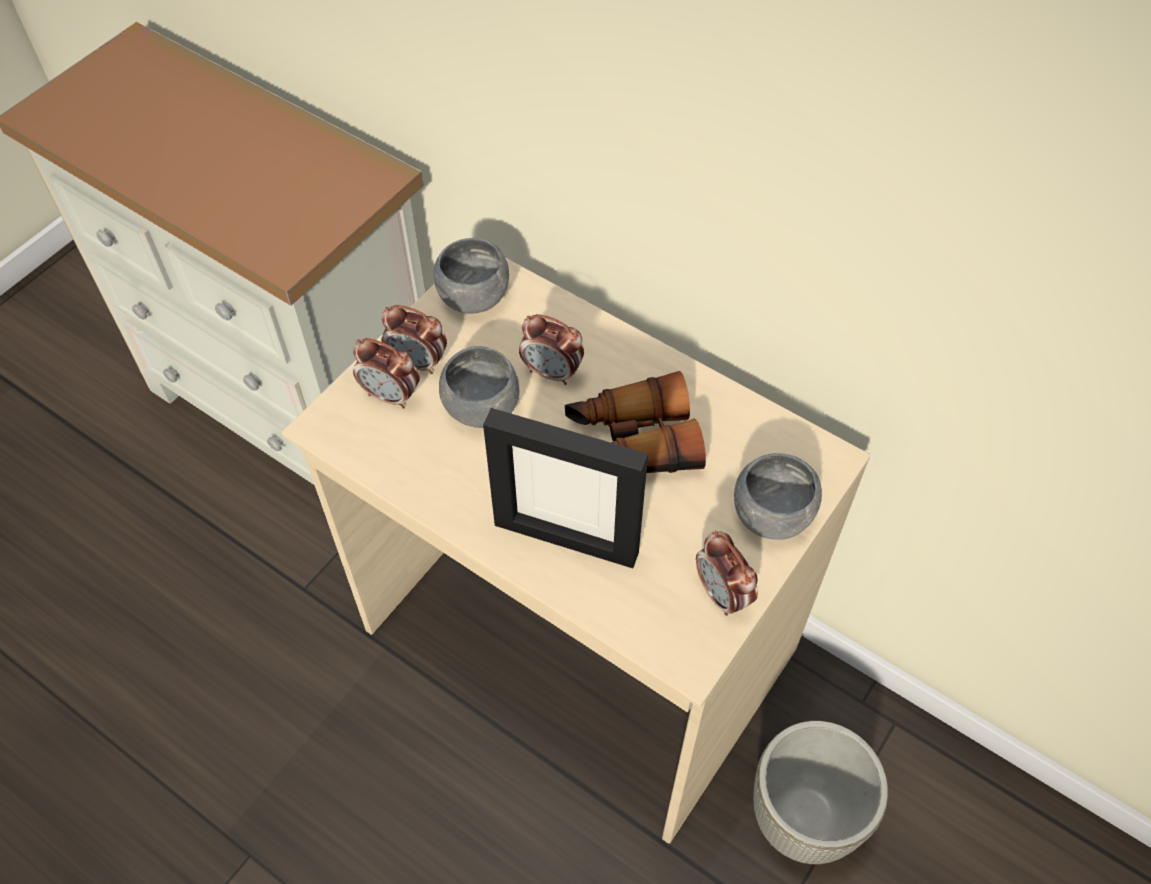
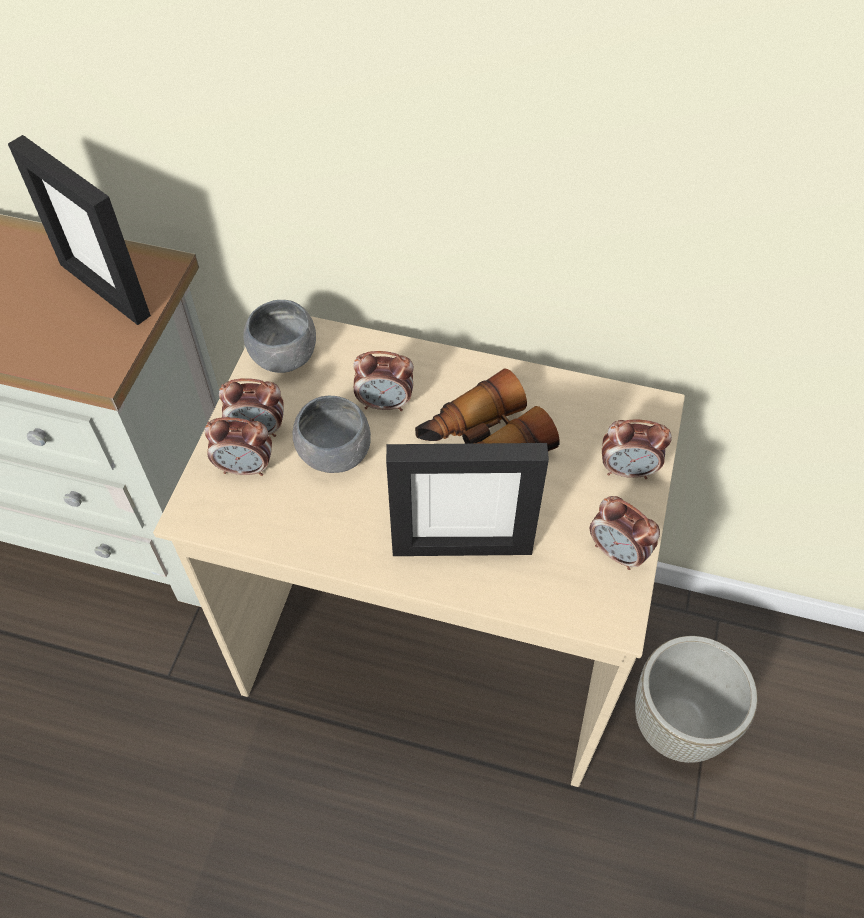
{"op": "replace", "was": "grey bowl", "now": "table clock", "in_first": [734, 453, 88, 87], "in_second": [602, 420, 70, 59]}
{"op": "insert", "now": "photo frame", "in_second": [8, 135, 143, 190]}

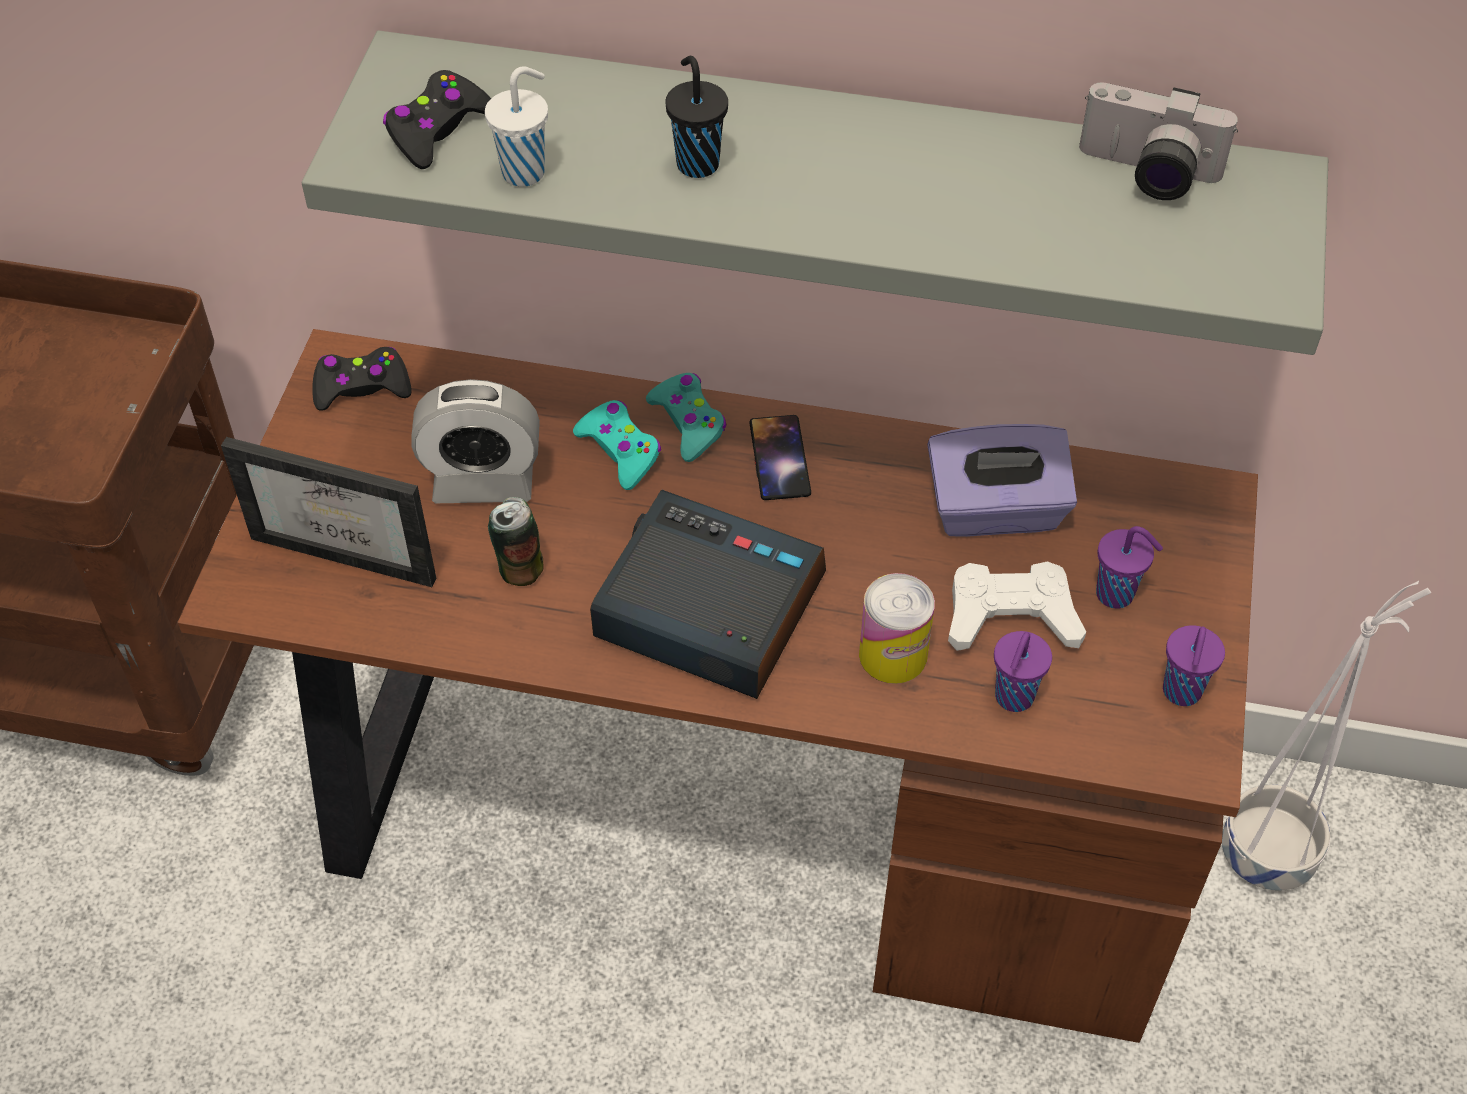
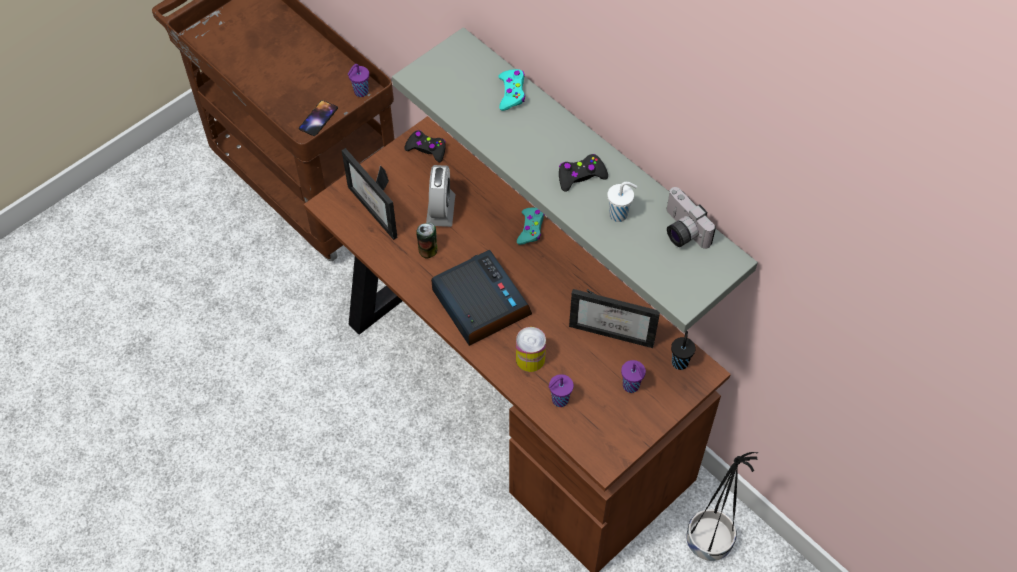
{"op": "move", "was": "blackish small cup", "in_first": [665, 56, 63, 122], "in_second": [671, 331, 25, 39]}
{"op": "move", "was": "whitish small cup", "in_first": [485, 66, 63, 121], "in_second": [607, 182, 30, 40]}
{"op": "move", "was": "blackish game controller", "in_first": [383, 70, 108, 99], "in_second": [559, 154, 49, 38]}
{"op": "rotate", "was": "table clock", "in_first": [411, 379, 129, 124], "in_second": [426, 165, 29, 62], "clockwise": -120}
{"op": "move", "was": "turquoise-coloured game controller", "in_first": [573, 400, 88, 90], "in_second": [498, 69, 27, 42]}
{"op": "move", "was": "telephone", "in_first": [749, 415, 62, 85], "in_second": [299, 100, 39, 36]}
{"op": "replace", "was": "purplish box of tissues", "now": "photo frame", "in_first": [927, 424, 150, 113], "in_second": [569, 289, 91, 59]}
{"op": "delete", "was": "whitish game controller", "in_first": [948, 561, 138, 90]}
{"op": "recolor", "was": "whitish plant pot", "now": "blackish plant pot", "in_first": [1222, 581, 209, 310], "in_second": [686, 452, 73, 109]}
{"op": "move", "was": "purplish small cup", "in_first": [1163, 625, 62, 81], "in_second": [348, 64, 21, 33]}

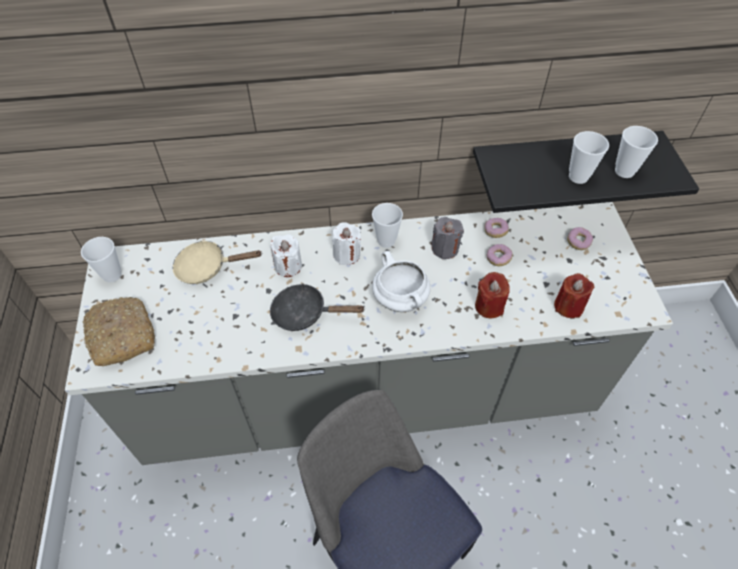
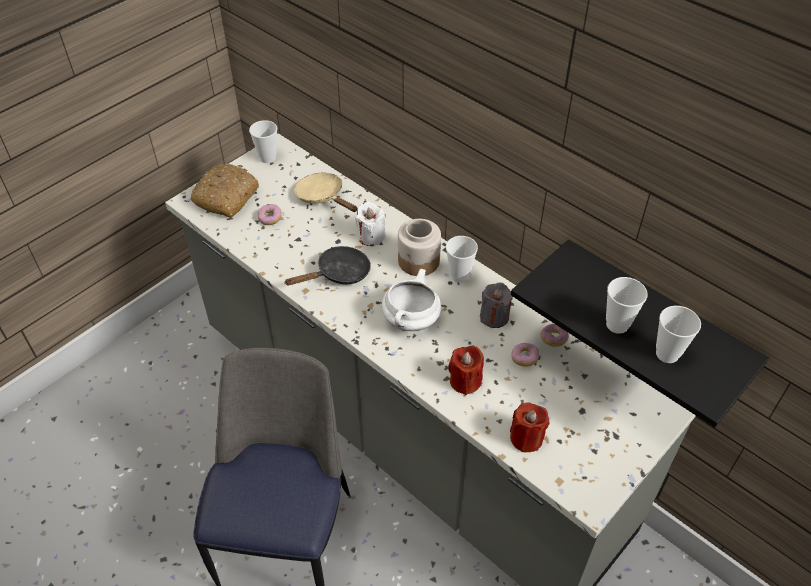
{"op": "replace", "was": "whitish candle", "now": "storage jar", "in_first": [332, 222, 29, 43], "in_second": [398, 219, 43, 57]}
{"op": "move", "was": "donut", "in_first": [567, 227, 26, 23], "in_second": [258, 204, 24, 21]}
{"op": "rotate", "was": "blackish frying pan", "in_first": [270, 283, 95, 48], "in_second": [284, 246, 87, 40], "clockwise": 90}

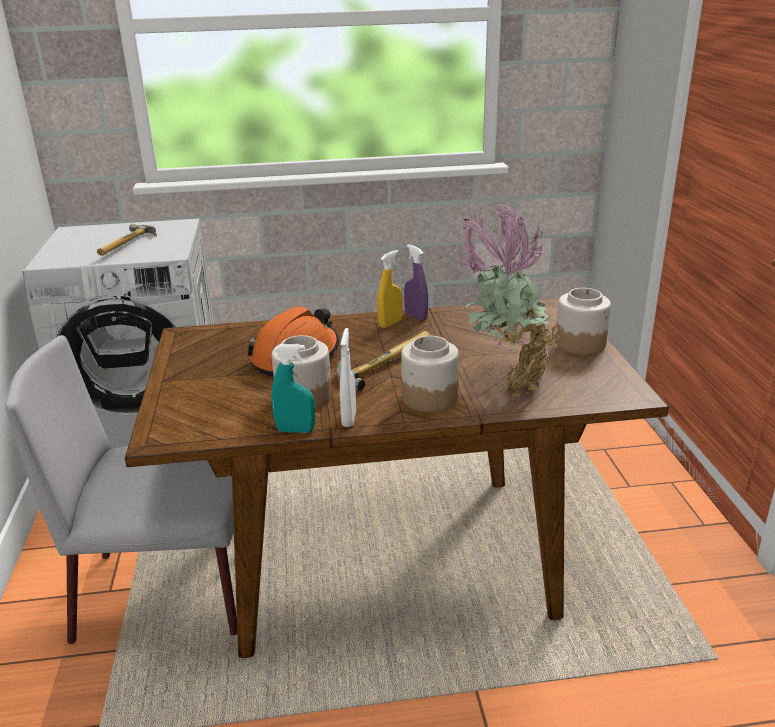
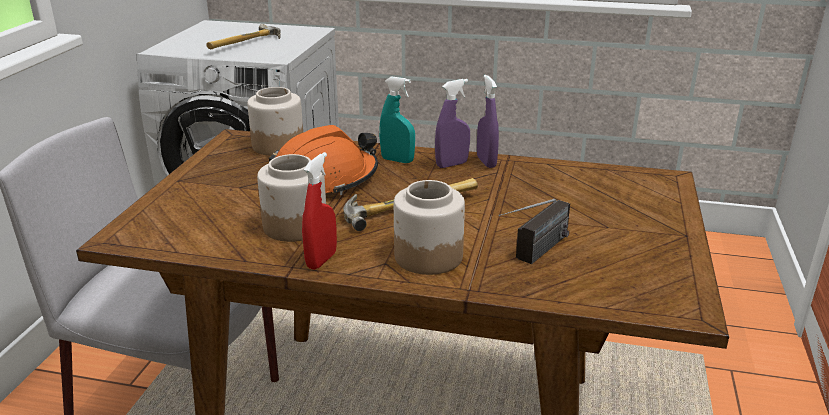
{"op": "replace", "was": "plant in a pot", "now": "radio receiver", "in_first": [454, 203, 111, 193], "in_second": [499, 199, 71, 65]}
{"op": "recolor", "was": "yellowish spray bottle", "now": "purplish spray bottle", "in_first": [377, 250, 26, 78], "in_second": [435, 79, 35, 89]}
{"op": "move", "was": "storage jar", "in_first": [555, 288, 56, 67], "in_second": [247, 87, 56, 69]}
{"op": "recolor", "was": "whitish spray bottle", "now": "red-coloured spray bottle", "in_first": [340, 328, 16, 99], "in_second": [302, 152, 35, 118]}
{"op": "move", "was": "turquoise-coloured spray bottle", "in_first": [271, 344, 44, 89], "in_second": [379, 76, 36, 87]}

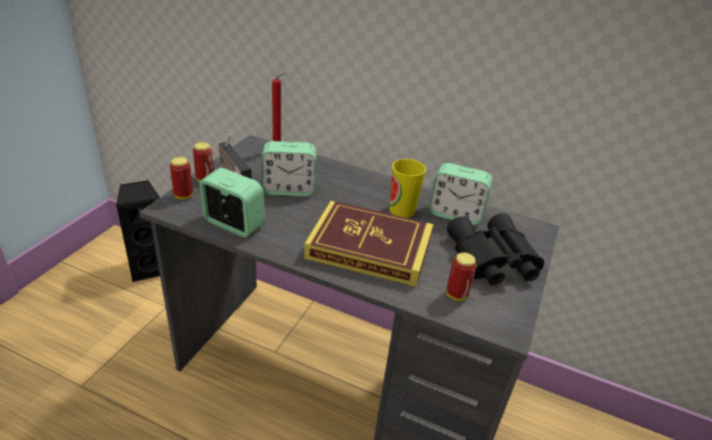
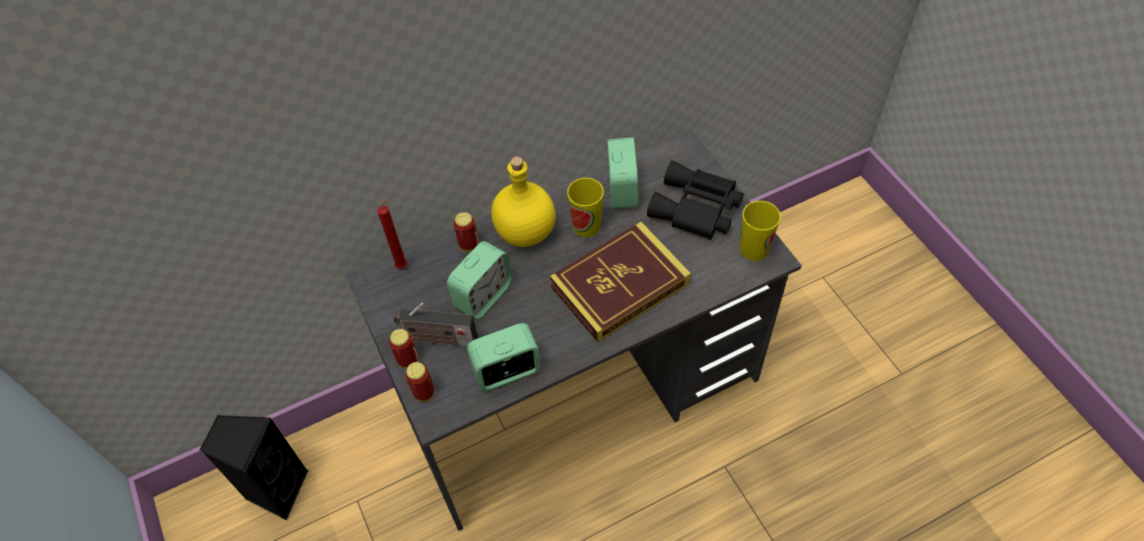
{"op": "rotate", "was": "table clock", "in_first": [429, 163, 64, 62], "in_second": [607, 137, 32, 72], "clockwise": -60}
{"op": "move", "was": "can", "in_first": [446, 252, 31, 49], "in_second": [454, 212, 25, 40]}
{"op": "insert", "now": "yellowish beverage bottle", "in_second": [491, 156, 65, 91]}
{"op": "insert", "now": "small cup", "in_second": [740, 201, 41, 60]}

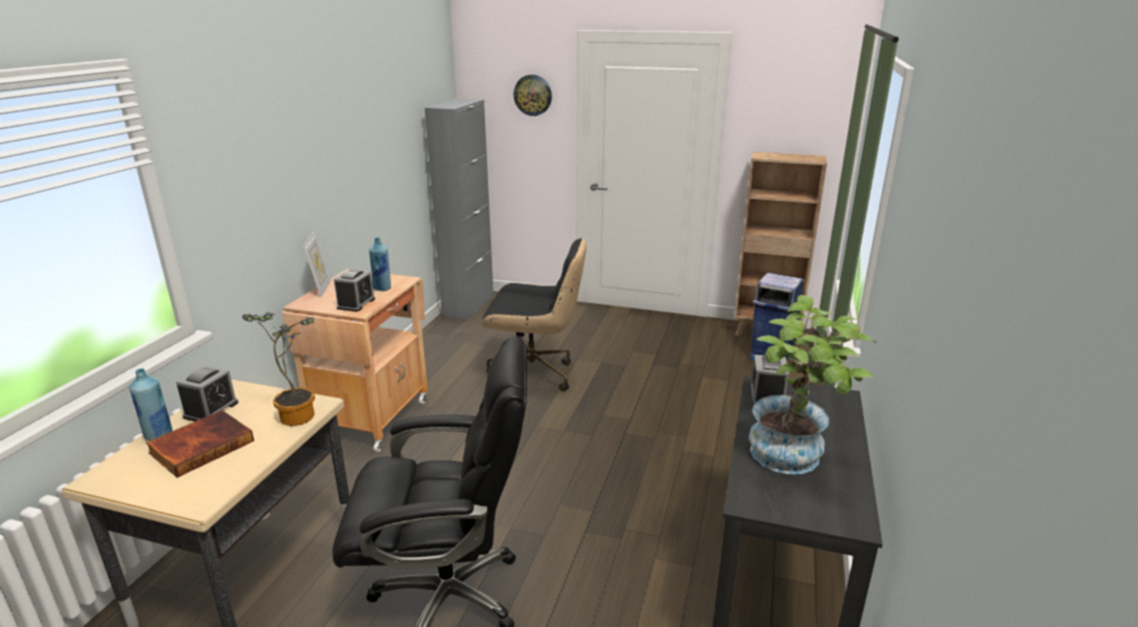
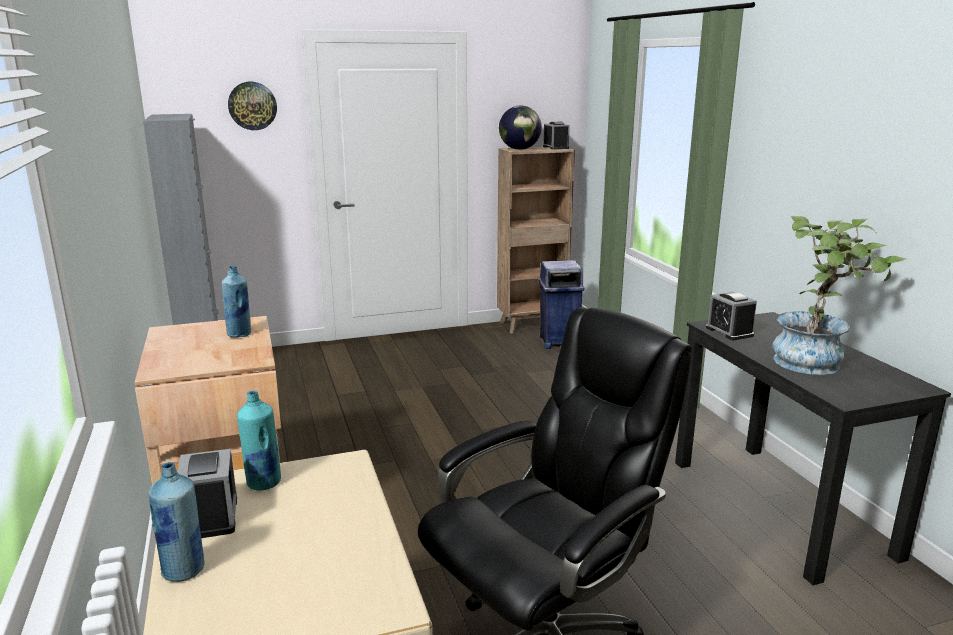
{"op": "delete", "was": "photo frame", "in_first": [303, 233, 28, 64]}
{"op": "delete", "was": "blackish desk chair", "in_first": [481, 238, 105, 154]}
{"op": "move", "was": "table clock", "in_first": [334, 269, 41, 43], "in_second": [543, 122, 27, 27]}
{"op": "delete", "was": "plant in a pot", "in_first": [242, 312, 73, 114]}
{"op": "delete", "was": "book", "in_first": [146, 410, 108, 68]}
{"op": "insert", "now": "world globe", "in_second": [499, 106, 43, 44]}
{"op": "insert", "now": "turquoise-coloured beverage bottle", "in_second": [237, 390, 44, 101]}

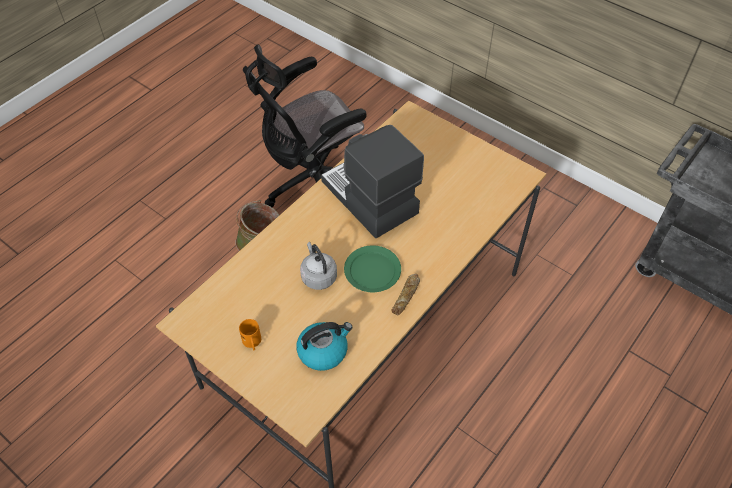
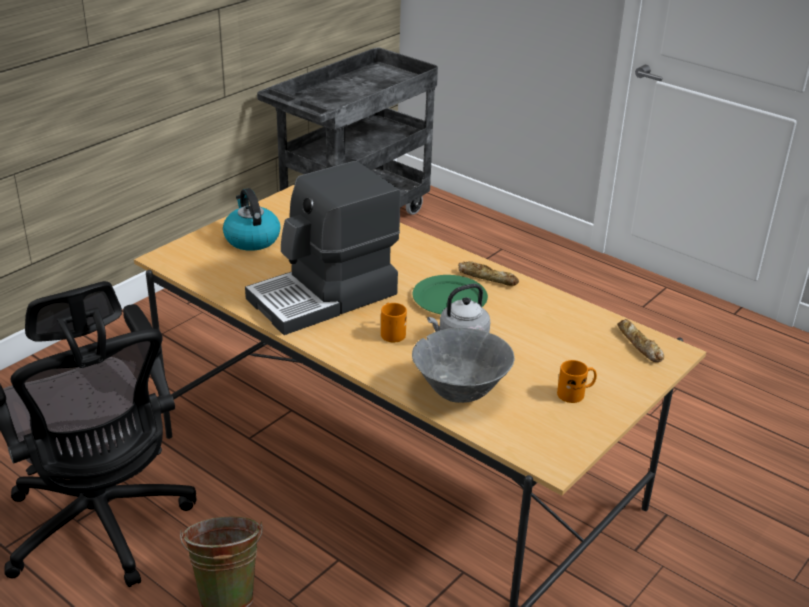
{"op": "move", "was": "water kettle", "in_first": [297, 322, 55, 49], "in_second": [223, 188, 58, 63]}
{"op": "insert", "now": "orangey mug", "in_second": [381, 303, 26, 39]}
{"op": "insert", "now": "bread", "in_second": [617, 319, 47, 43]}
{"op": "insert", "now": "grey bowl", "in_second": [412, 328, 103, 75]}

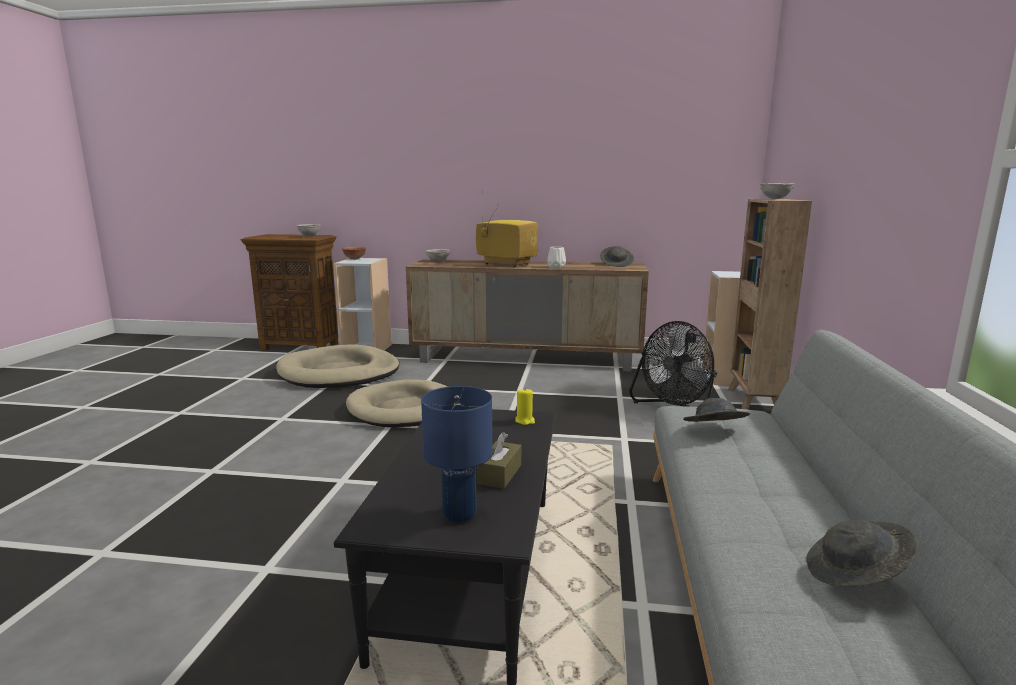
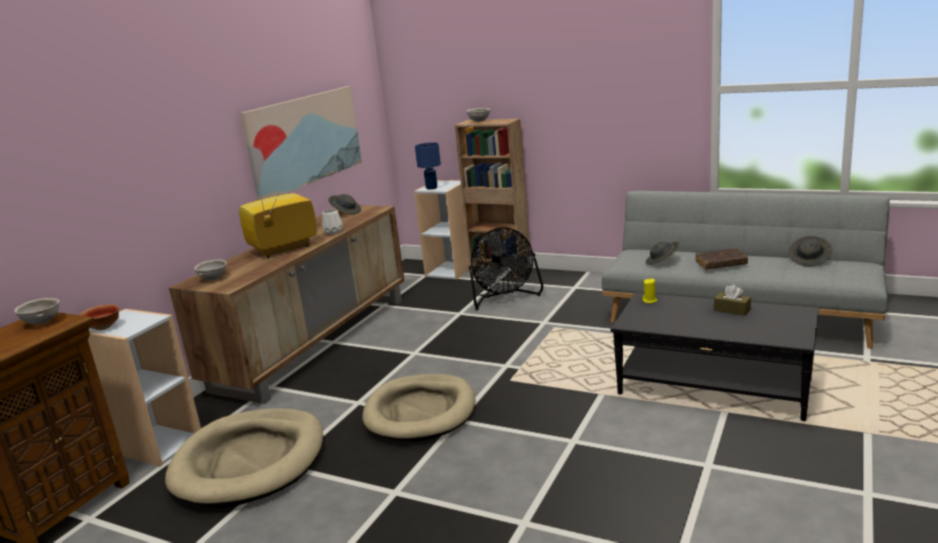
{"op": "move", "was": "blue-coloured table lamp", "in_first": [421, 386, 71, 137], "in_second": [415, 143, 26, 47]}
{"op": "insert", "now": "wall art", "in_second": [240, 86, 122, 115]}
{"op": "insert", "now": "brown book", "in_second": [695, 248, 53, 22]}

